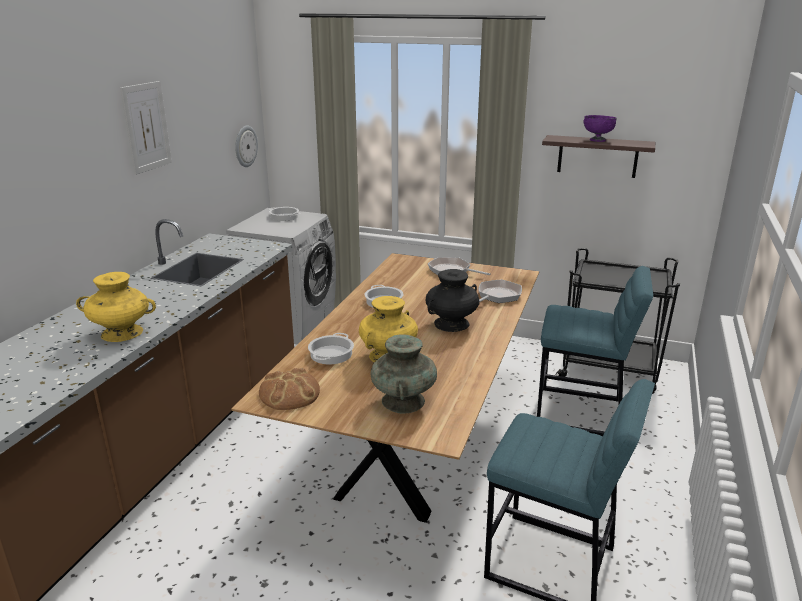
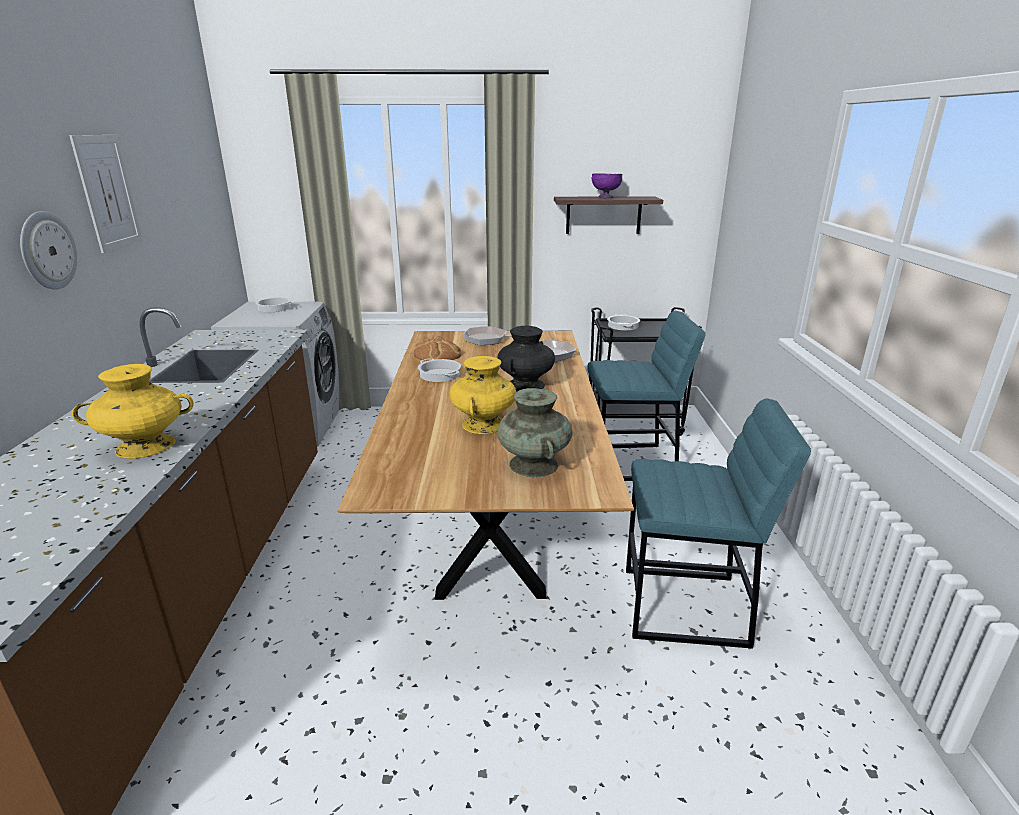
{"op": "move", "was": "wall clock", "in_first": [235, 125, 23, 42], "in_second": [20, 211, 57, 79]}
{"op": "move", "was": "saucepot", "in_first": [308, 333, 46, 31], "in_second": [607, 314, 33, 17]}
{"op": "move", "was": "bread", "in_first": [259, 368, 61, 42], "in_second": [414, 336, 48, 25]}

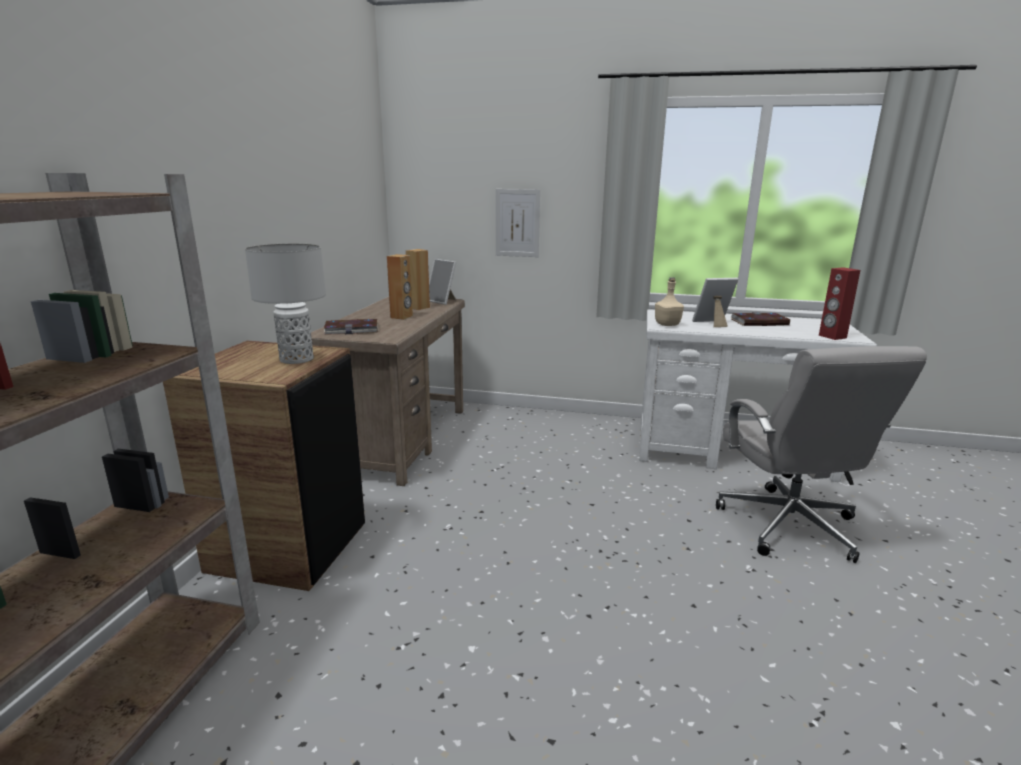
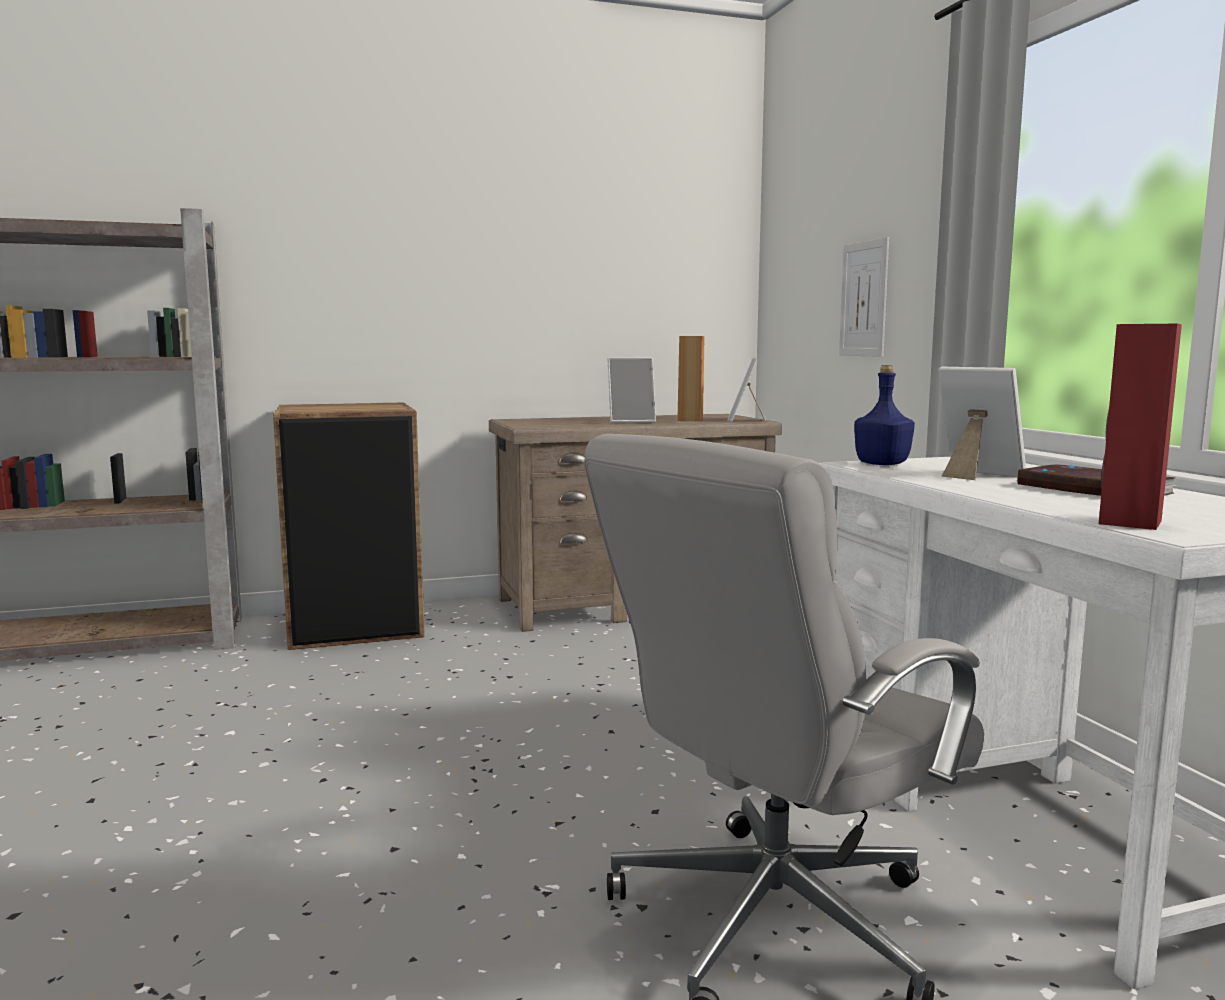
{"op": "delete", "was": "whitish table lamp", "in_first": [245, 244, 81, 120]}
{"op": "replace", "was": "brown audio speaker", "now": "photo frame", "in_first": [387, 254, 26, 66], "in_second": [607, 358, 49, 65]}
{"op": "recolor", "was": "sand-coloured beverage bottle", "now": "blue-coloured beverage bottle", "in_first": [655, 277, 29, 49], "in_second": [854, 365, 61, 100]}
{"op": "delete", "was": "book", "in_first": [323, 319, 56, 16]}

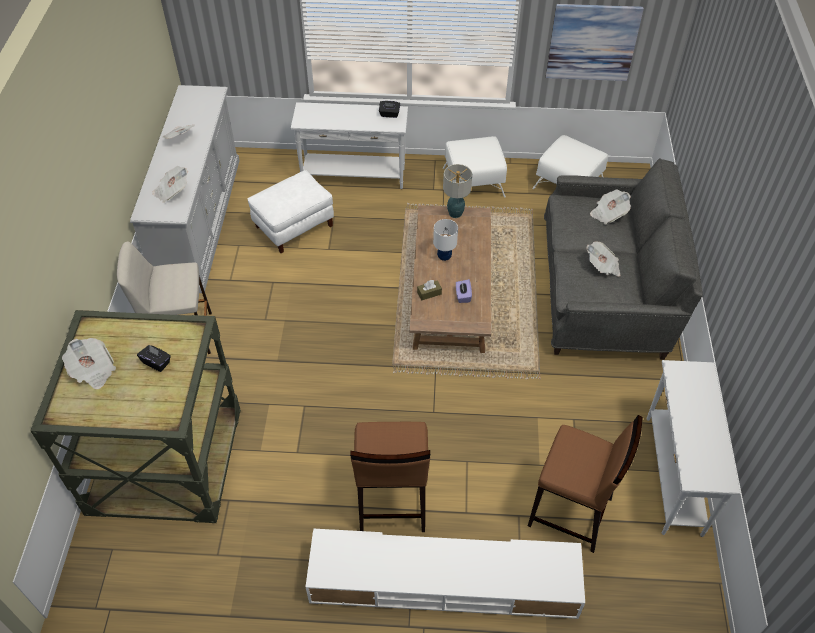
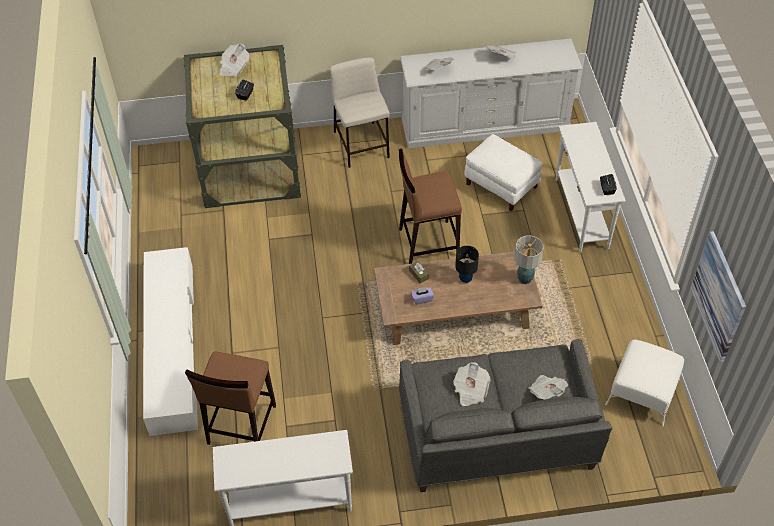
{"op": "delete", "was": "whitish ottoman", "in_first": [443, 136, 64, 62]}
{"op": "recolor", "was": "whitish table lamp", "now": "blackish table lamp", "in_first": [433, 219, 25, 42], "in_second": [455, 246, 24, 37]}
{"op": "move", "was": "brown stool", "in_first": [350, 422, 80, 110], "in_second": [399, 149, 63, 115]}

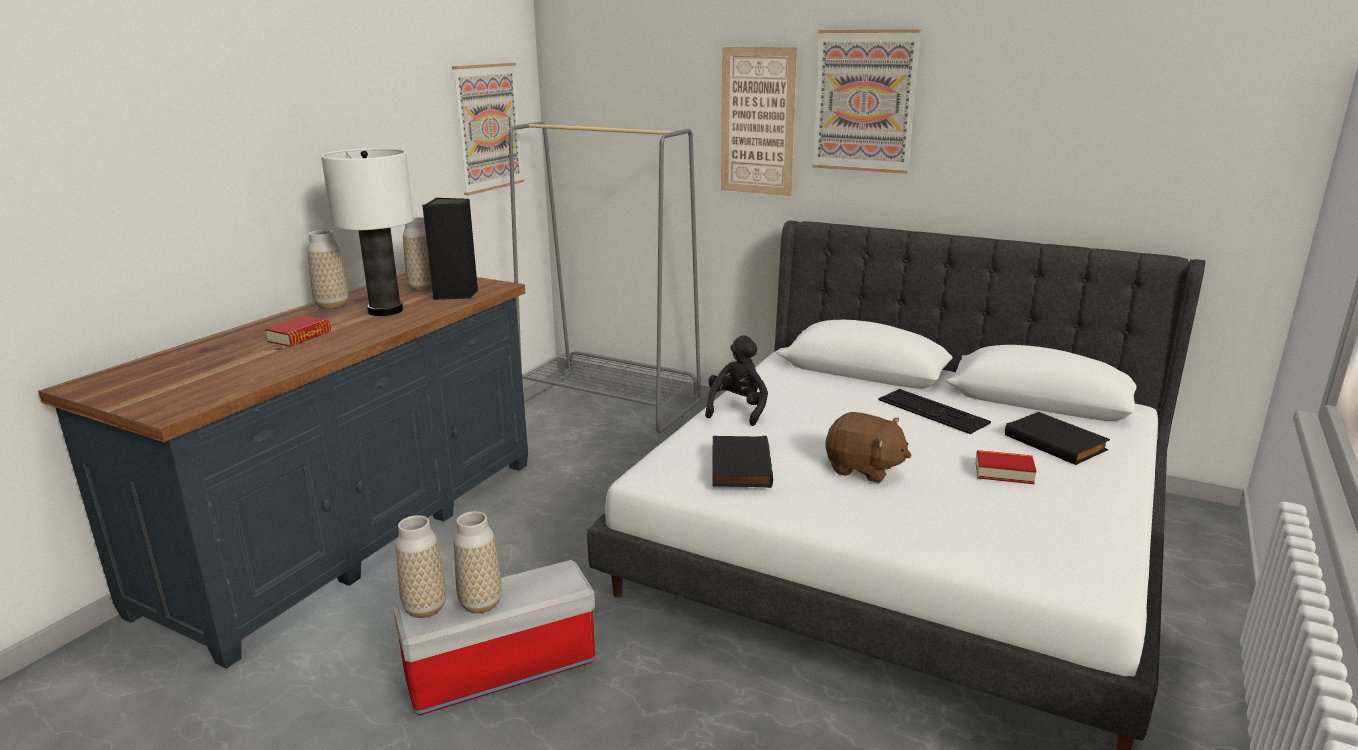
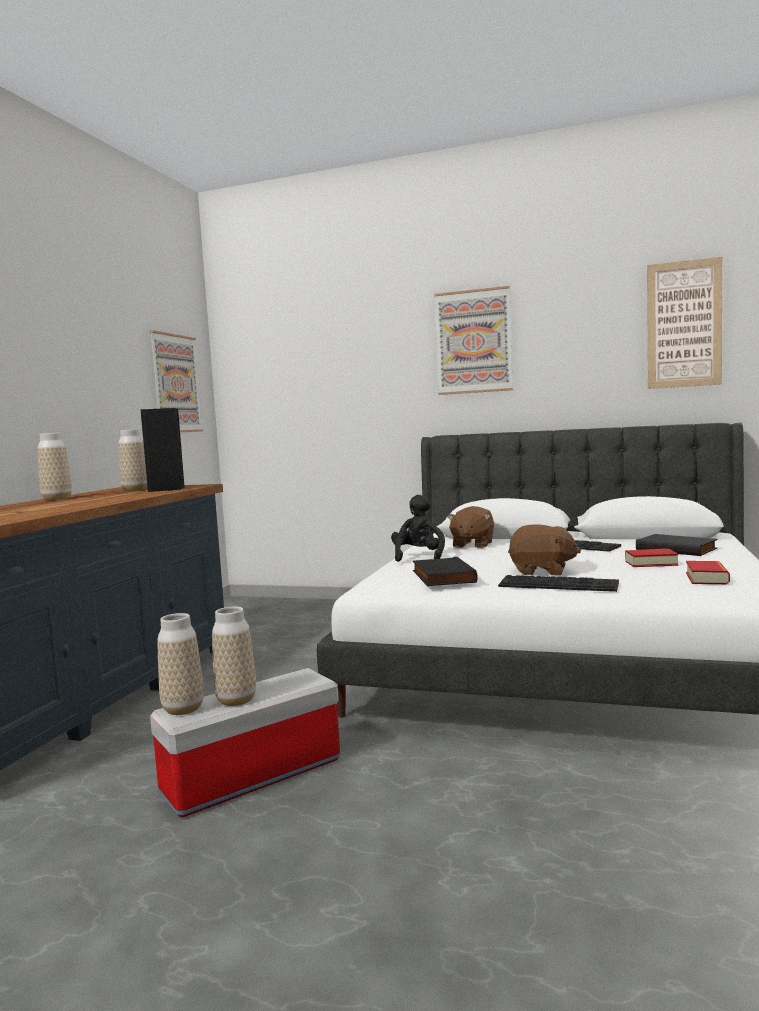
{"op": "move", "was": "wall art", "in_first": [721, 47, 77, 149], "in_second": [647, 257, 75, 132]}
{"op": "delete", "was": "grey clothes rack", "in_first": [508, 122, 193, 312]}
{"op": "delete", "was": "whitish table lamp", "in_first": [321, 148, 93, 168]}
{"op": "move", "was": "book", "in_first": [265, 315, 66, 32], "in_second": [686, 561, 44, 23]}
{"op": "insert", "now": "brown soft toy", "in_second": [447, 506, 47, 42]}
{"op": "insert", "now": "keyboard", "in_second": [498, 575, 121, 17]}

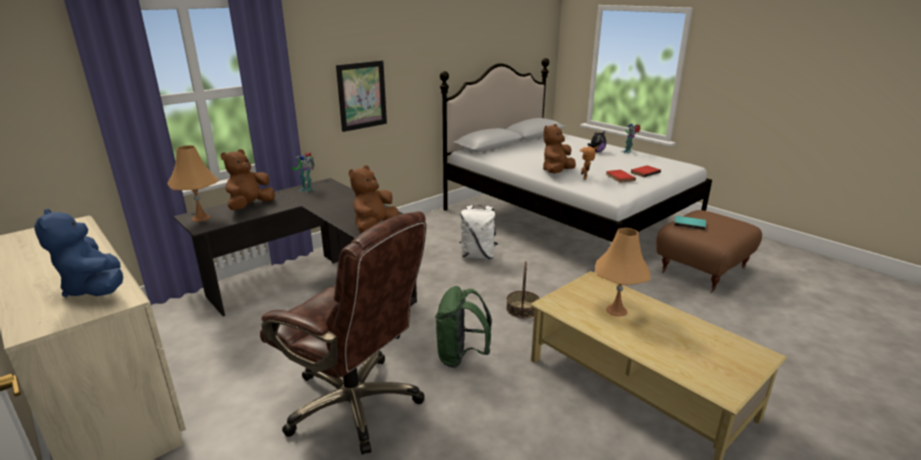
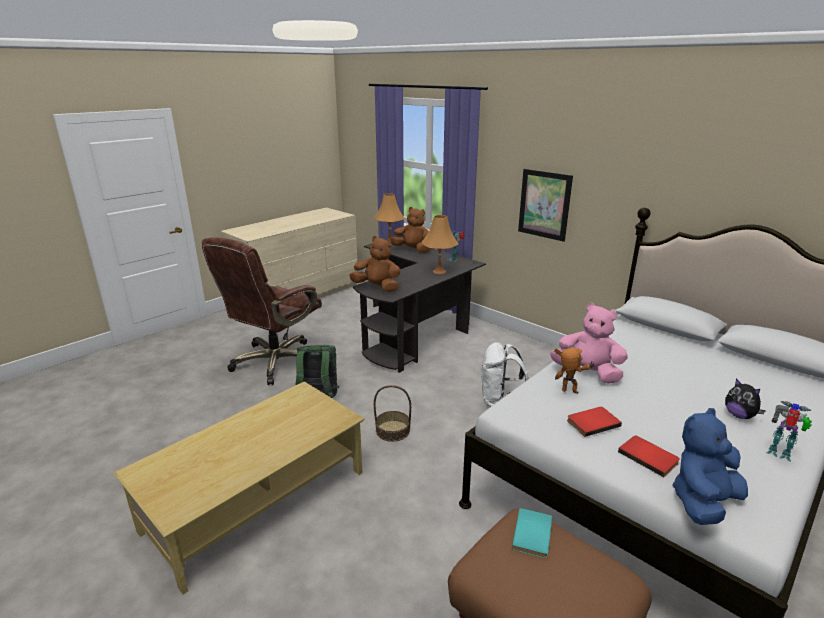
{"op": "recolor", "was": "brown soft toy", "now": "pink-coloured soft toy", "in_first": [543, 124, 33, 49], "in_second": [550, 303, 78, 81]}
{"op": "move", "was": "blue-coloured soft toy", "in_first": [34, 209, 89, 88], "in_second": [672, 408, 76, 117]}
{"op": "move", "was": "orangey table lamp", "in_first": [595, 228, 56, 88], "in_second": [422, 215, 37, 59]}

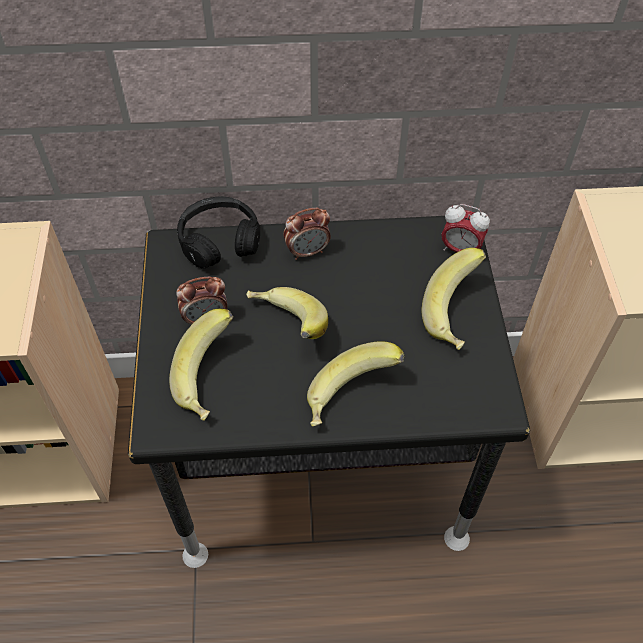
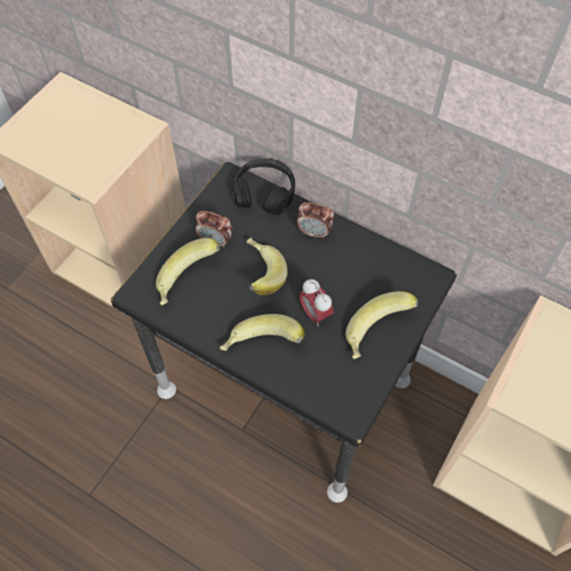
{"op": "move", "was": "table clock", "in_first": [441, 204, 49, 48], "in_second": [299, 279, 34, 47]}

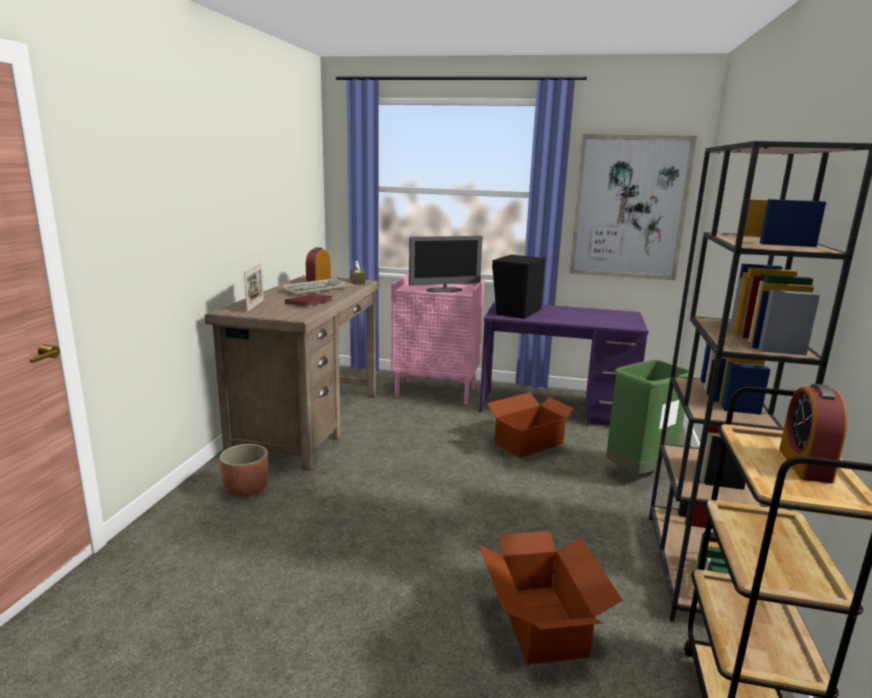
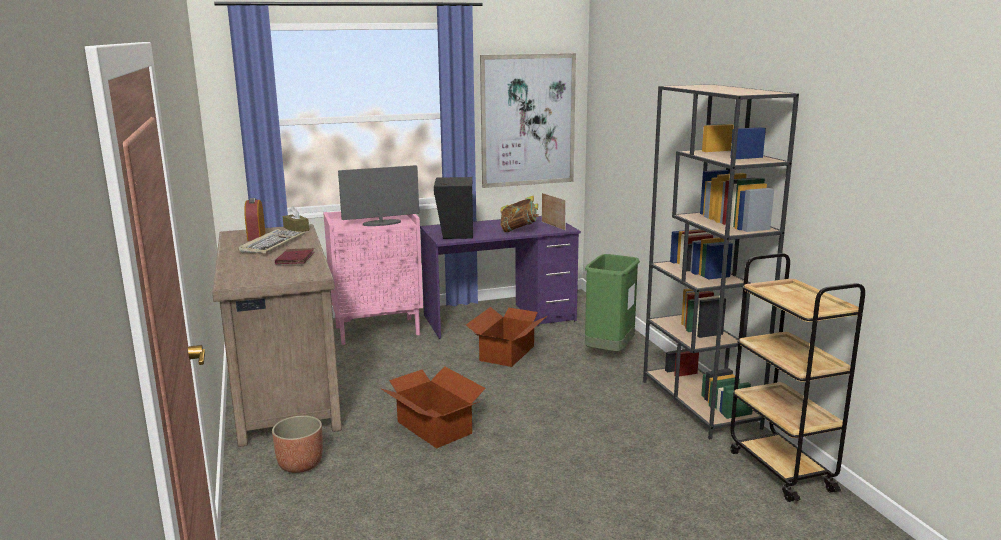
{"op": "rotate", "was": "monitor", "in_first": [409, 236, 74, 57], "in_second": [338, 165, 81, 61], "clockwise": -150}
{"op": "move", "was": "photo frame", "in_first": [244, 263, 20, 49], "in_second": [542, 193, 24, 37]}
{"op": "delete", "was": "table clock", "in_first": [779, 384, 69, 99]}
{"op": "move", "was": "packing box", "in_first": [479, 531, 144, 133], "in_second": [380, 366, 106, 83]}
{"op": "insert", "now": "book", "in_second": [500, 196, 39, 36]}

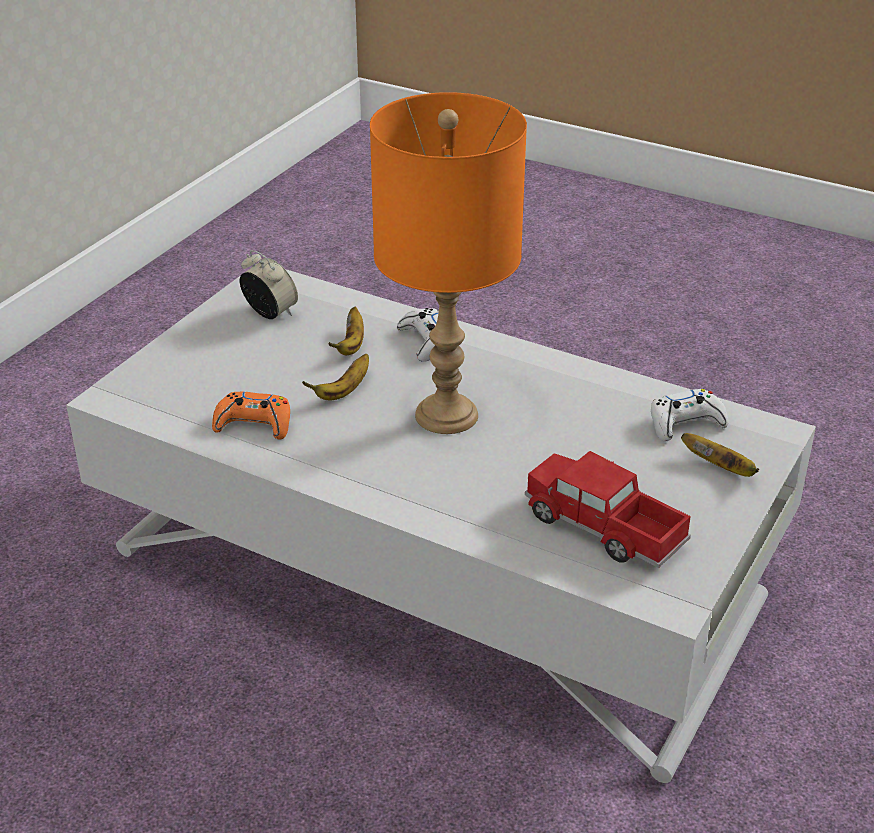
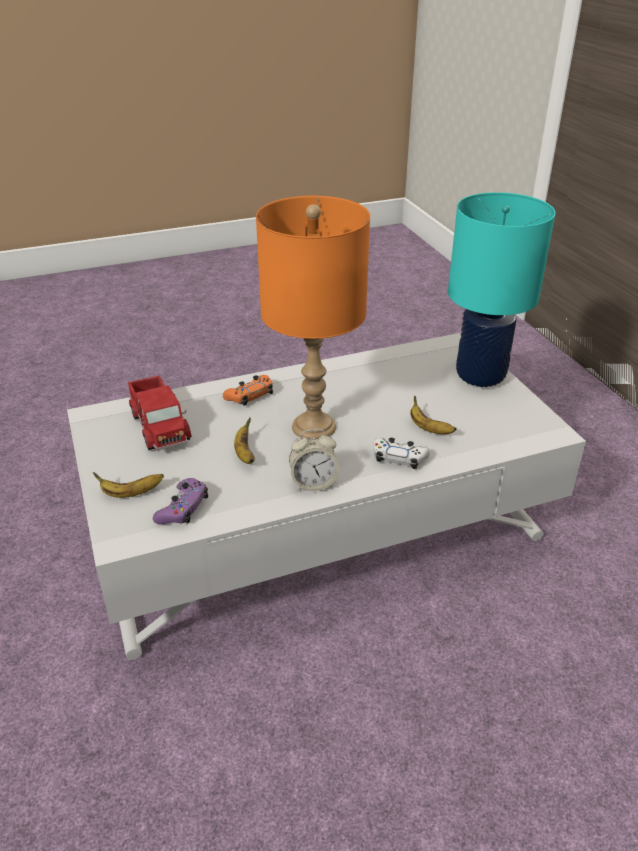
{"op": "move", "was": "table clock", "in_first": [240, 250, 58, 69], "in_second": [289, 429, 50, 62]}
{"op": "move", "was": "banana", "in_first": [302, 354, 67, 46], "in_second": [234, 417, 21, 47]}
{"op": "recolor", "was": "whitish game controller", "now": "purplish game controller", "in_first": [651, 389, 77, 52], "in_second": [153, 478, 55, 46]}
{"op": "move", "was": "orangey game controller", "in_first": [212, 391, 78, 49], "in_second": [223, 375, 50, 31]}
{"op": "rotate", "was": "toy truck", "in_first": [525, 451, 166, 117], "in_second": [128, 375, 64, 76], "clockwise": 75}
{"op": "insert", "now": "turquoise-coloured table lamp", "in_second": [448, 192, 108, 195]}

